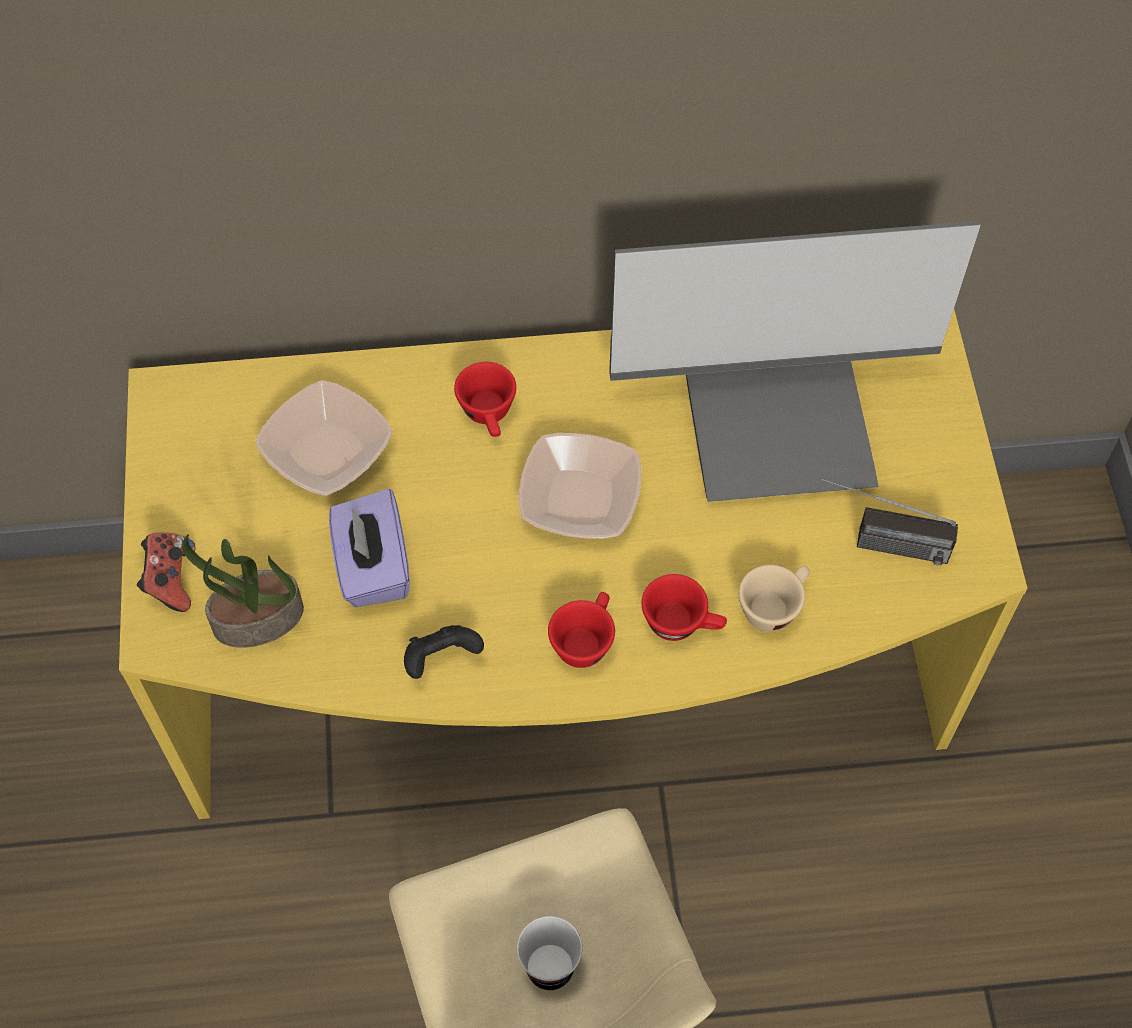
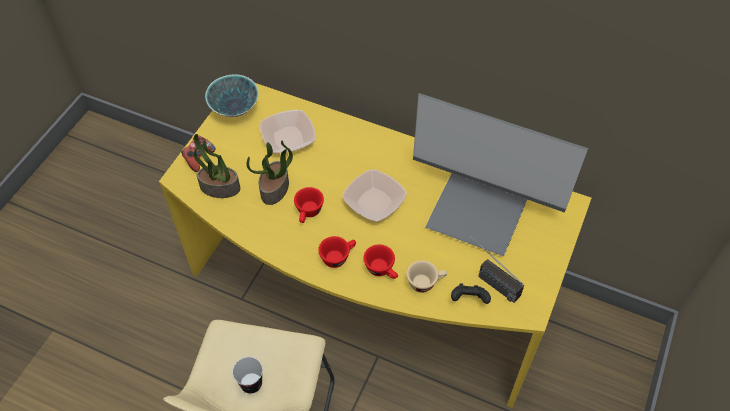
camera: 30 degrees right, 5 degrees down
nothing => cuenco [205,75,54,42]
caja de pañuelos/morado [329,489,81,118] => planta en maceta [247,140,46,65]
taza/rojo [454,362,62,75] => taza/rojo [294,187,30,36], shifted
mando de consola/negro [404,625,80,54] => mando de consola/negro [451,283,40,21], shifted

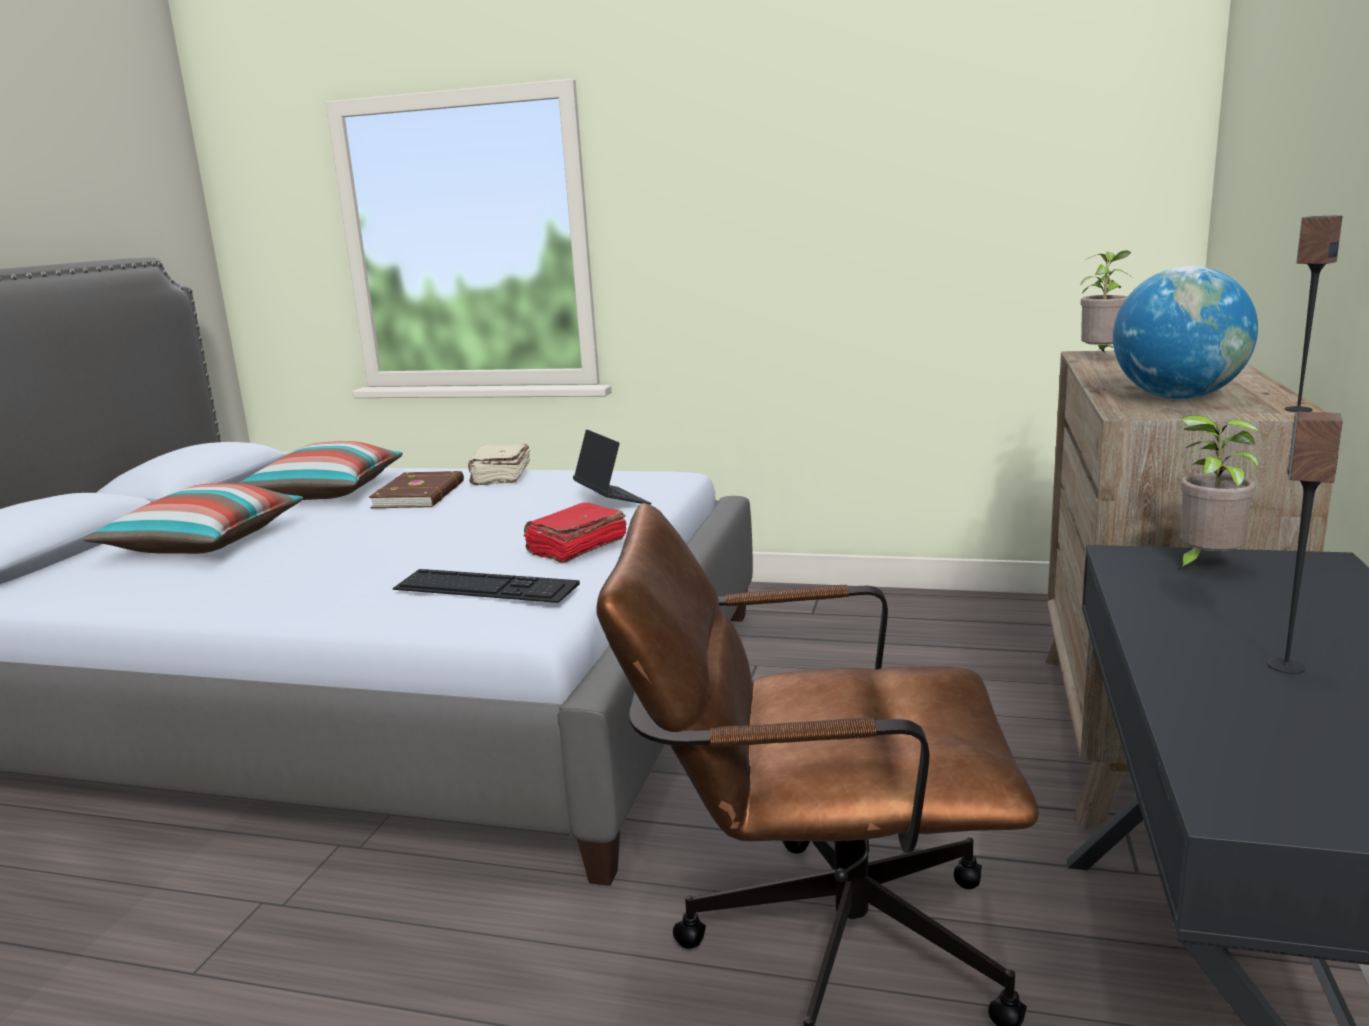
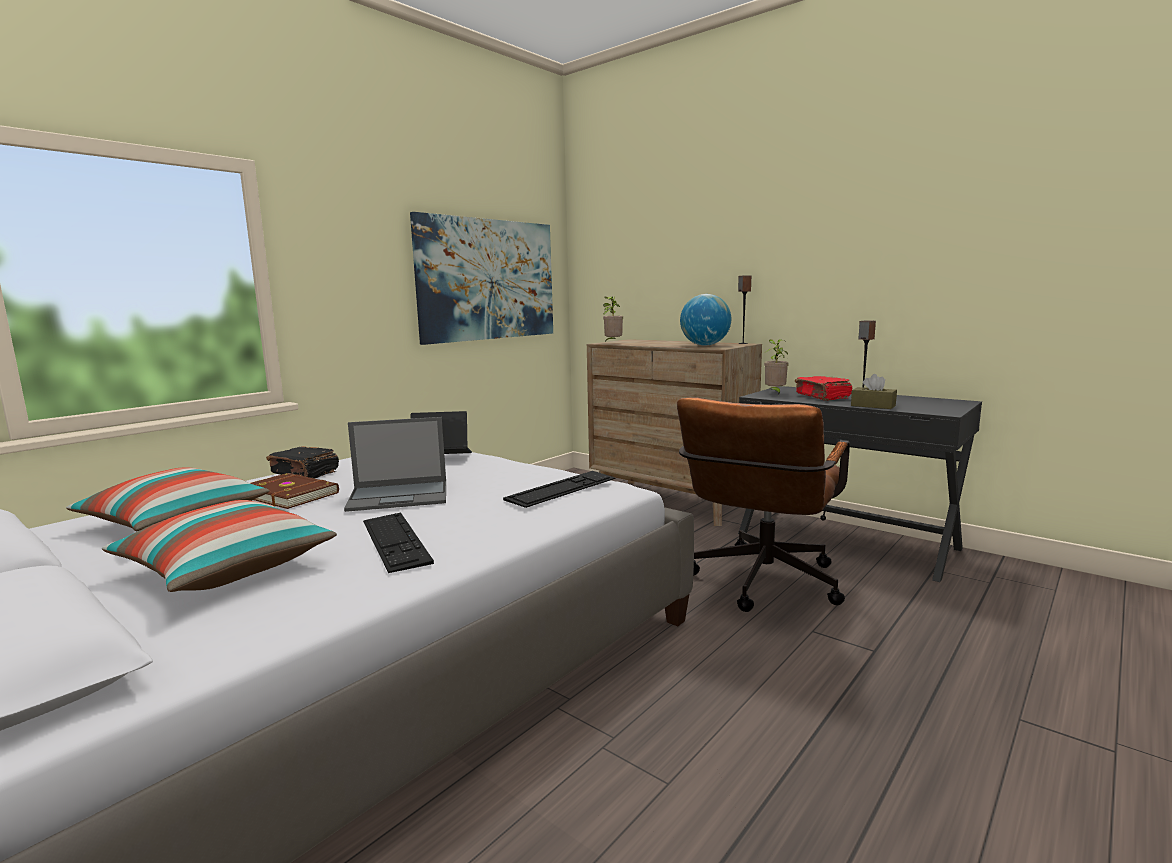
camera: 65 degrees left, 5 degrees down
libro/beis [468,444,62,41] => libro/negro [266,446,73,33]
nothing => portátil [344,417,102,95]
nothing => teclado [363,512,71,61]
nothing => cuadro [410,212,143,133]
libro/rojo [524,503,103,60] => libro/rojo [795,376,57,25], shifted
nothing => caja de pañuelos/marrón [851,374,46,35]

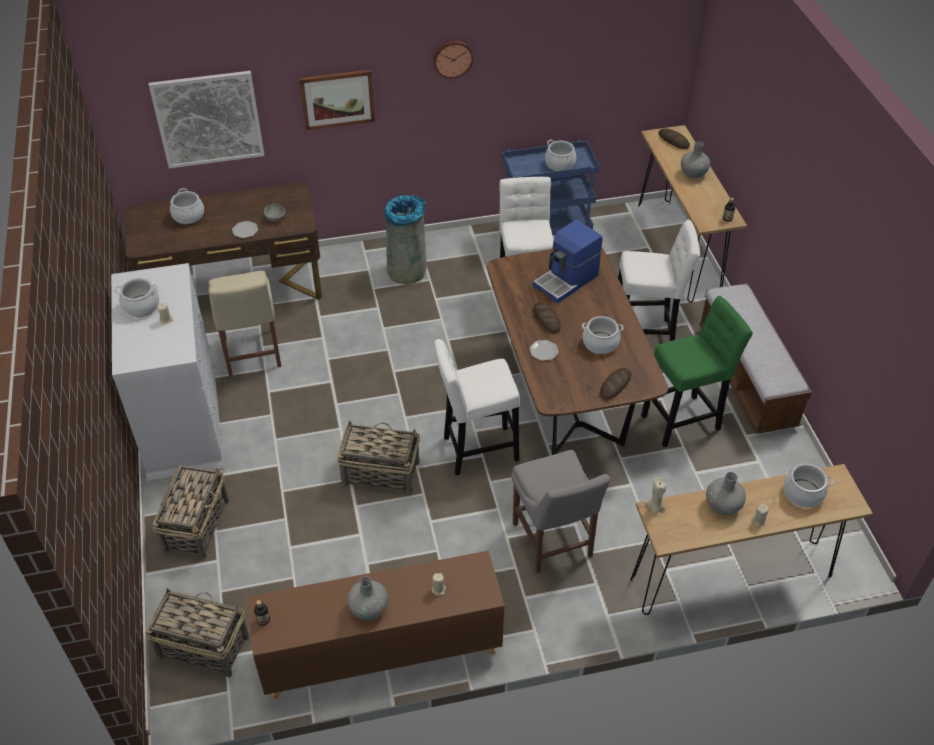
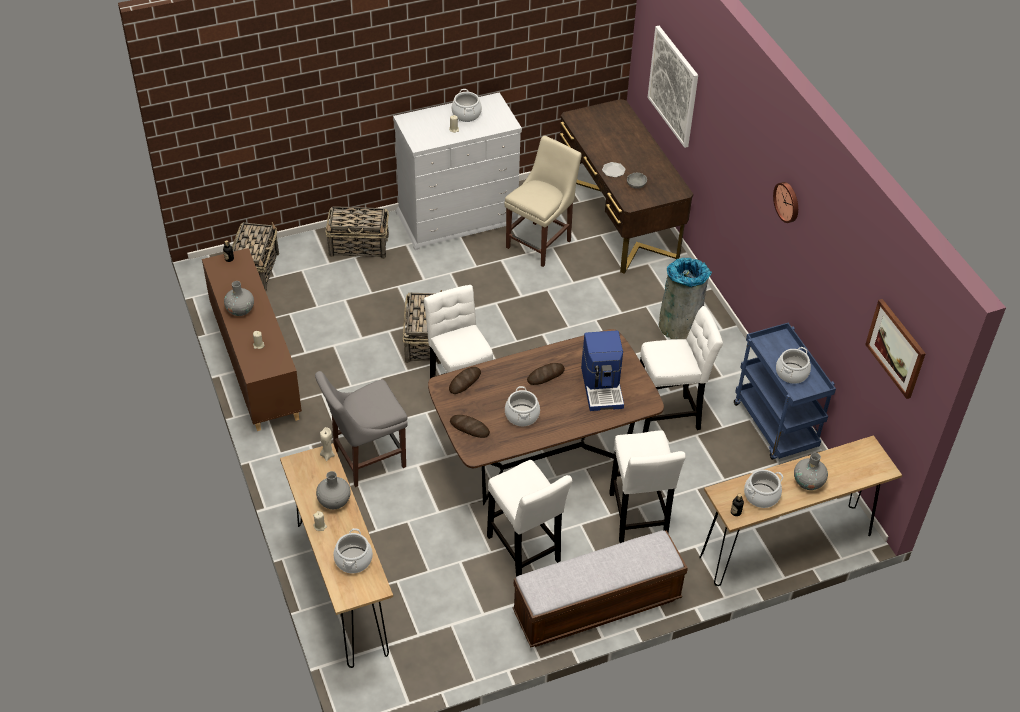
camera: 80 degrees right, 0 degrees up
pan [659,129,31,20] => pan [449,367,32,27], shifted
taburete/verde [641,296,112,151] => taburete/blanco [487,460,86,117]
silla/beis [208,271,73,105] => silla/beis [504,136,78,131], 150 degrees clockwise
cafetera [533,220,70,84] => cafetera [581,330,43,81], 135 degrees counterclockwise
olla [170,188,34,36] => olla [744,470,40,38], shifted
cuadro [299,70,76,61] => cuadro [865,299,61,100], shifted
plato [529,340,30,21] => nothing

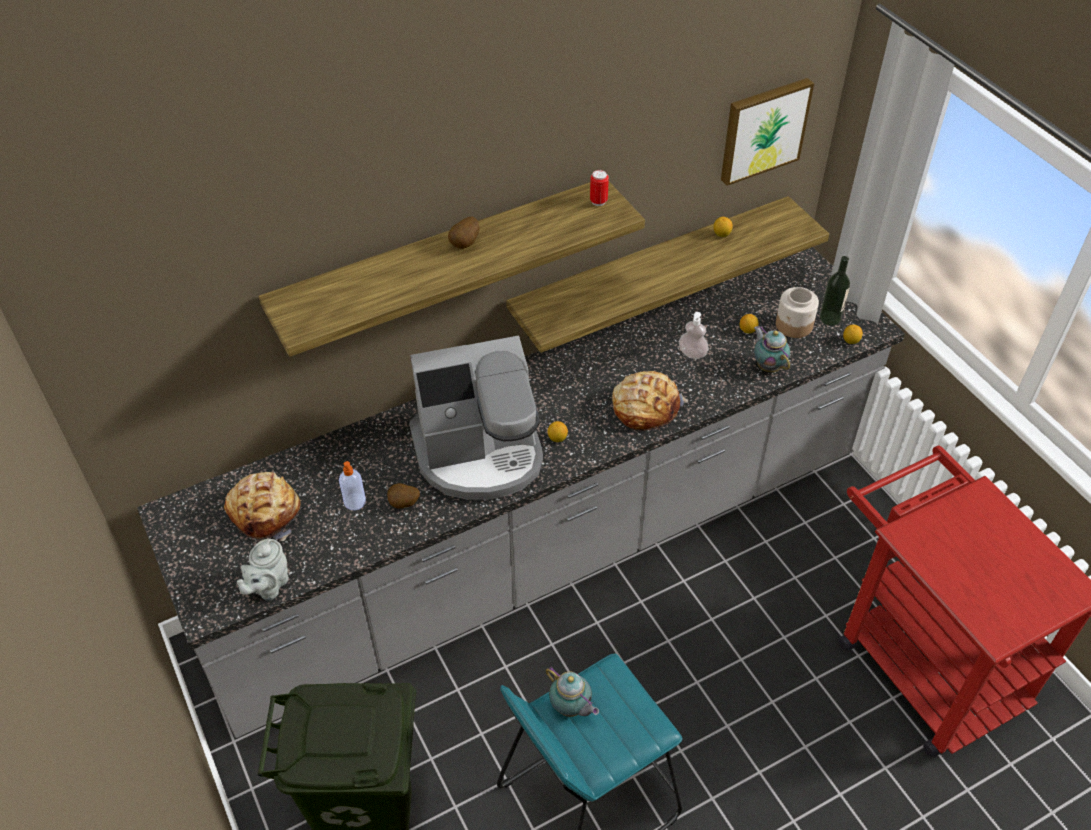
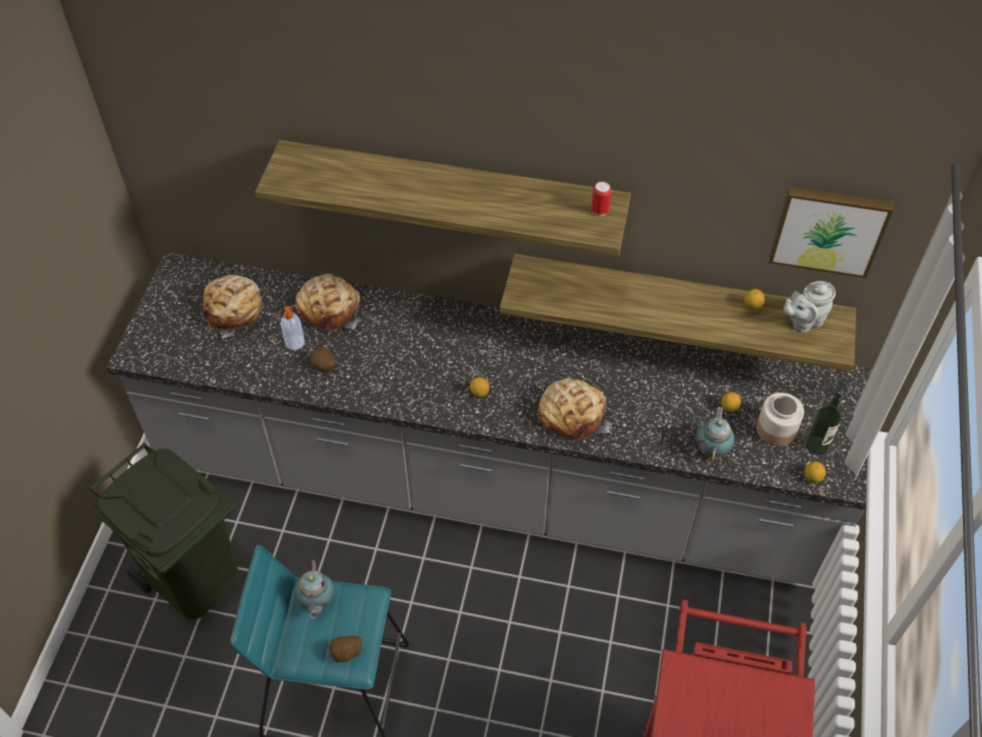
camera: 40 degrees right, 5 degrees up
nothing => pan [295,274,65,57]
patata [448,216,32,33] => patata [329,636,33,26], shifted
tetera/gris [237,539,52,61] => tetera/gris [783,281,53,52], shifted
cafetera [409,336,134,164] => nothing
dispensador de jabón [679,312,30,47] => nothing

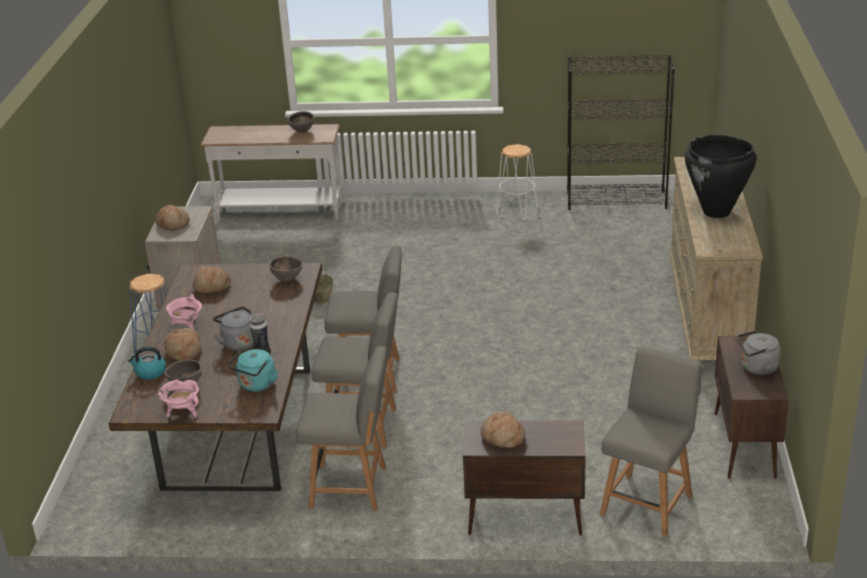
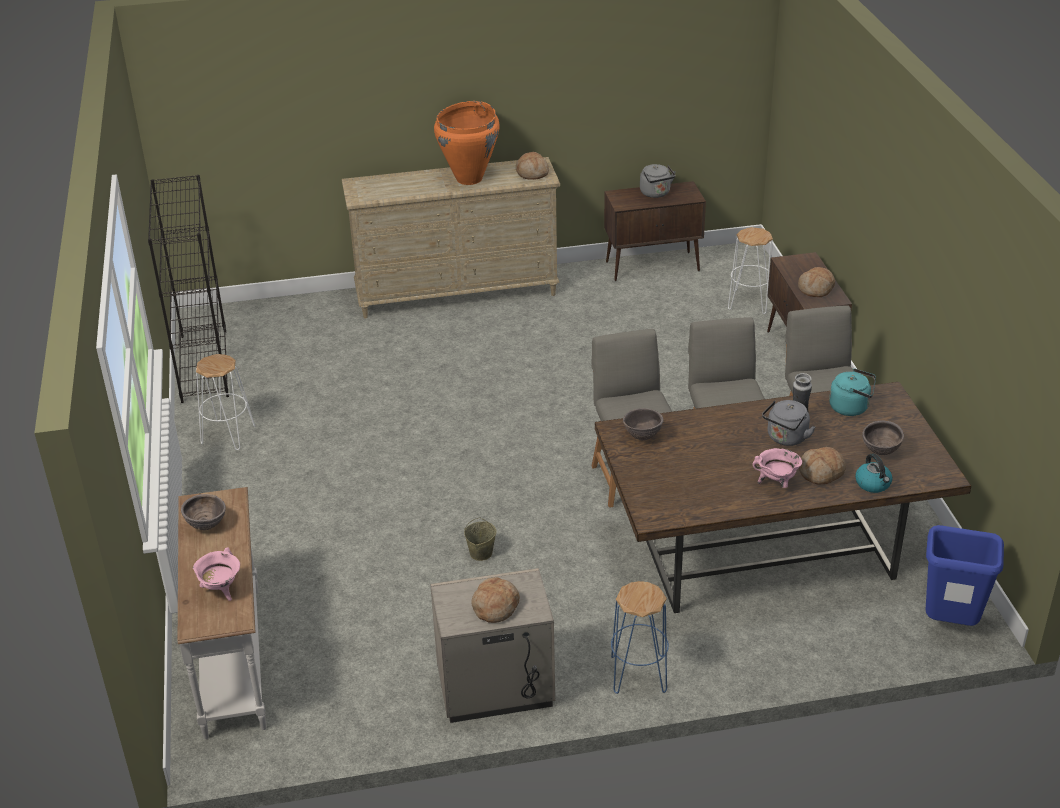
camera: 105 degrees left, 5 degrees up
olla/rosa [158,379,41,39] => olla/rosa [193,547,47,54], shifted
florero/negro [685,135,72,83] => florero/naranja [434,101,66,84]
pan [193,267,38,27] => pan [516,152,33,28], shifted
silla/gris [600,347,102,190] => taburete/blanco [728,227,45,87]
nothing => papelera/azul [925,525,79,101]

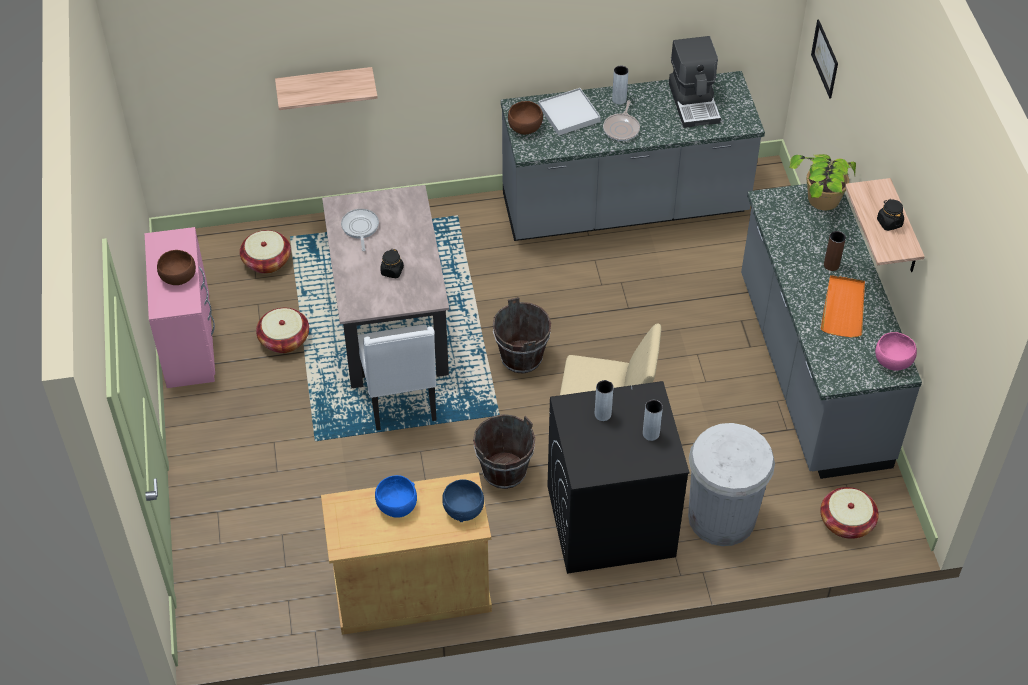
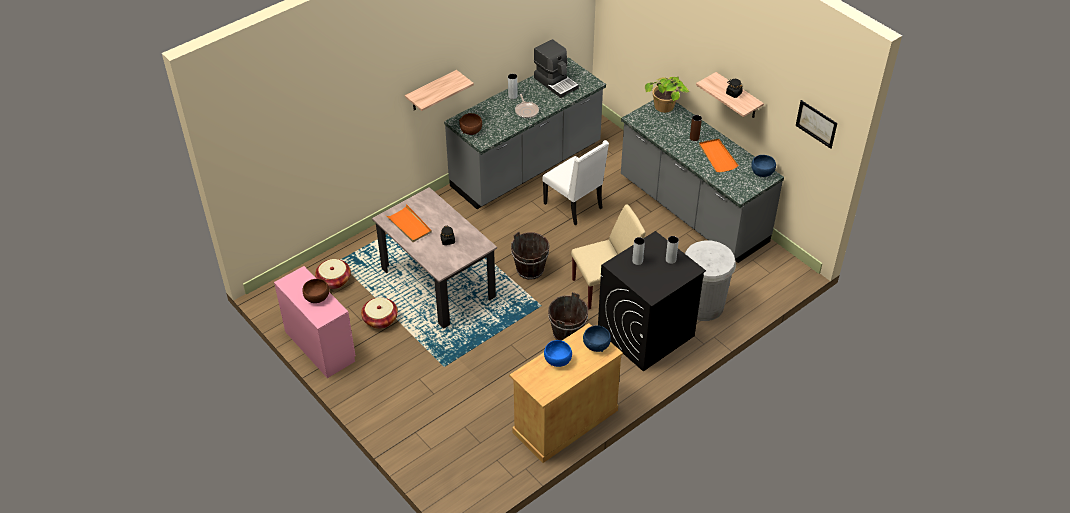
camera: 30 degrees left, 5 degrees down
sartén [341,209,38,42] => bandeja/naranja [386,204,46,38]
estante [275,67,103,43] => estante [405,70,69,41], shifted
silla/blanco [358,325,79,106] => silla/blanco [542,140,67,86], shifted
cuenco/rosa [875,332,42,39] => cuenco/azul [751,155,25,22]
cuadro [811,20,27,79] => cuadro [796,100,41,49], shifted
bandeja/blanco [539,88,62,48] => nothing
cesta [820,487,59,52] => nothing

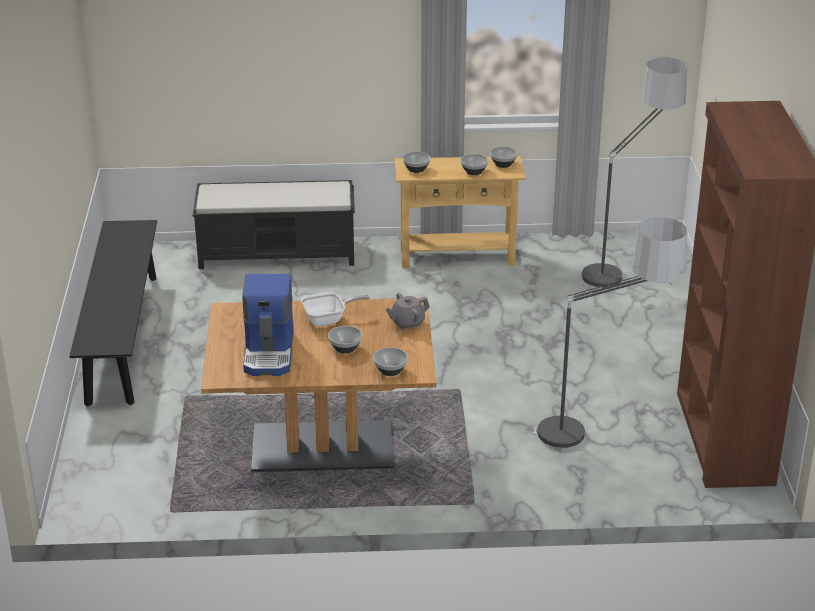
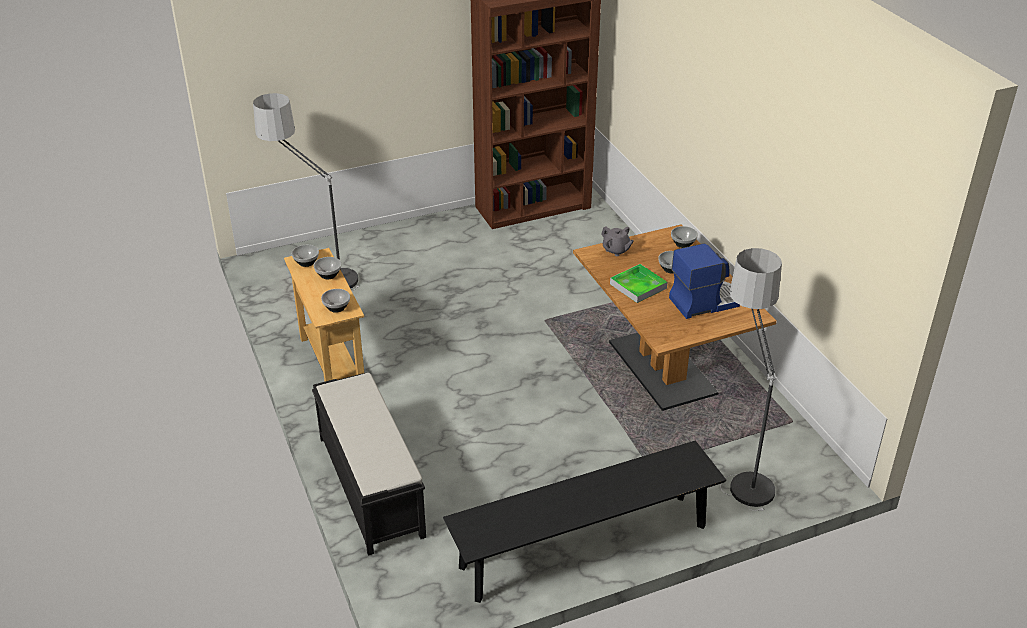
camera: 110 degrees left, 5 degrees up
sartén [301,292,69,34] => bandeja [610,264,57,39]
lámpara de pie [533,217,154,232] => lámpara de pie [720,248,62,263], shifted

